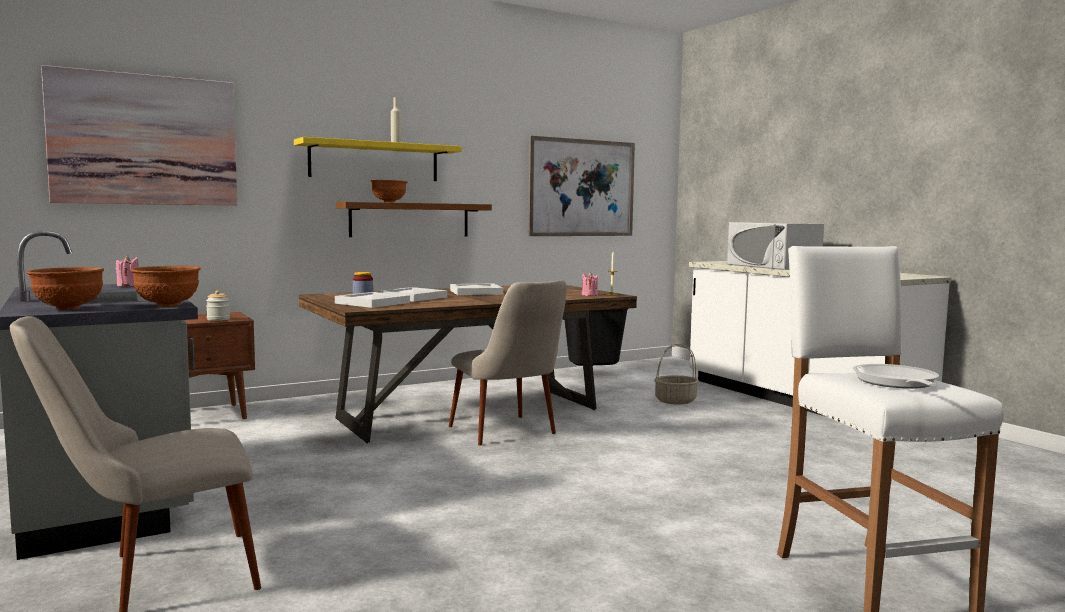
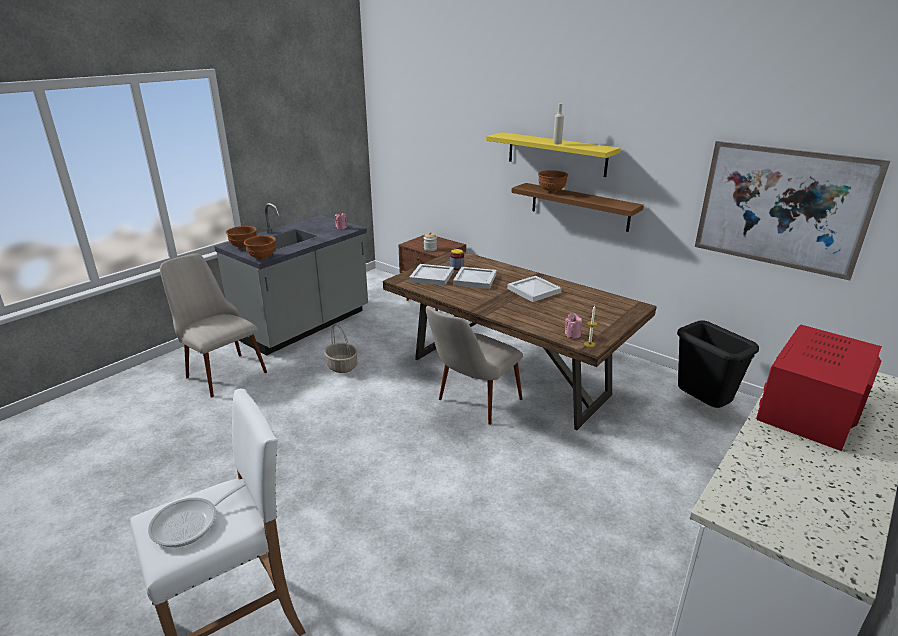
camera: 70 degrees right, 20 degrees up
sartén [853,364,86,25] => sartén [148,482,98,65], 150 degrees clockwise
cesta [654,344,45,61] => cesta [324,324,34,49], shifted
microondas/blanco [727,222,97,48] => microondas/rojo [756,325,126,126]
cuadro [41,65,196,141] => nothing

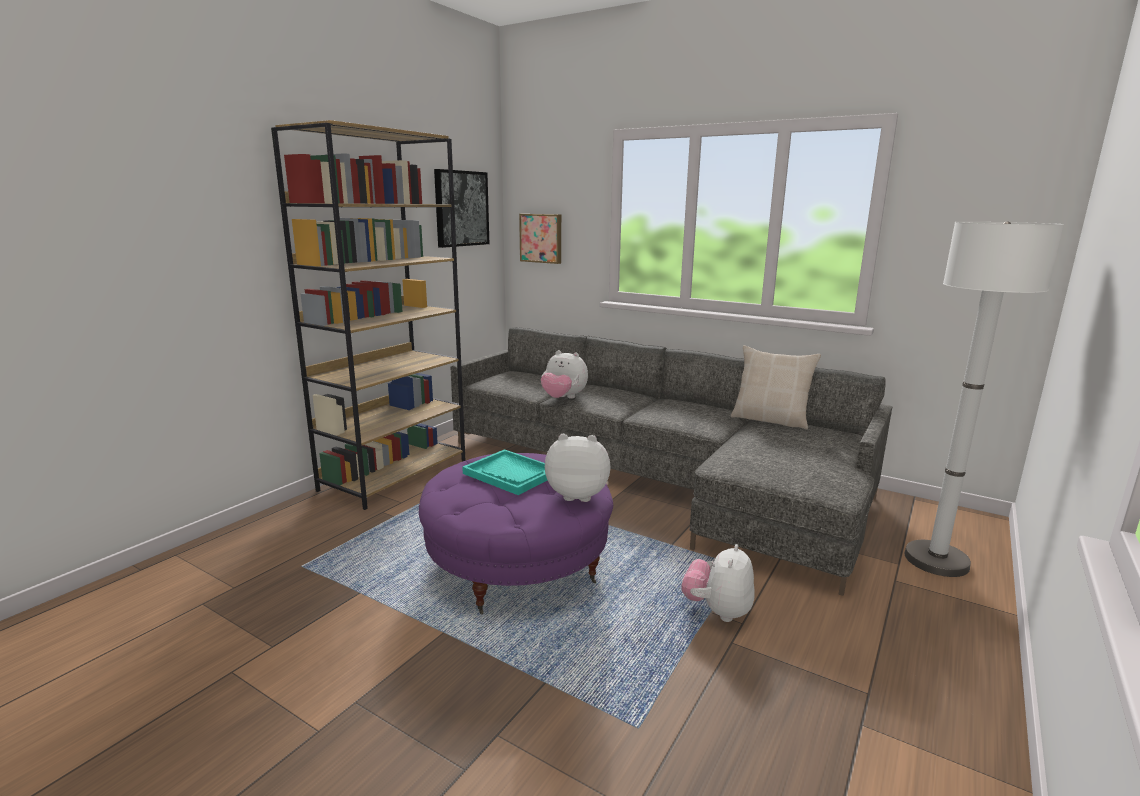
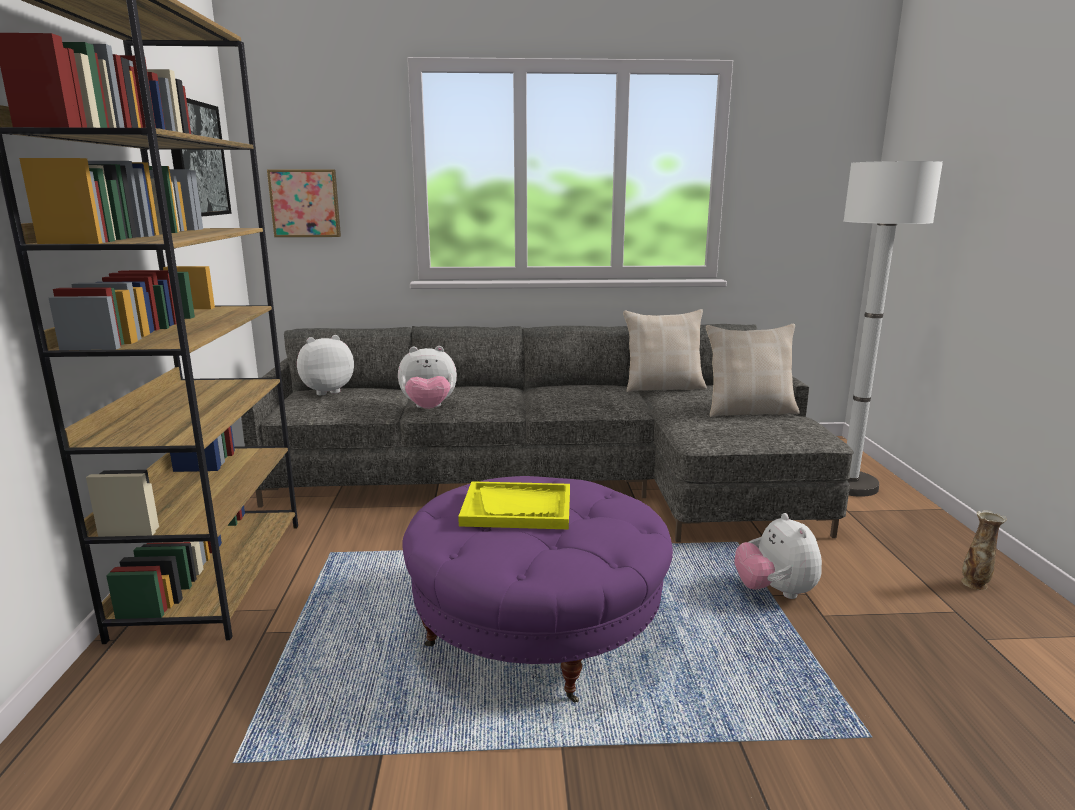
camera: 35 degrees left, 0 degrees up
peluche [545,434,66,68] => peluche [297,335,57,60], shifted
bandeja/turquesa [462,449,86,46] => bandeja/amarillo [458,481,112,48]
nothing => cojín/beis [706,324,94,93]
nothing => florero [961,510,46,80]

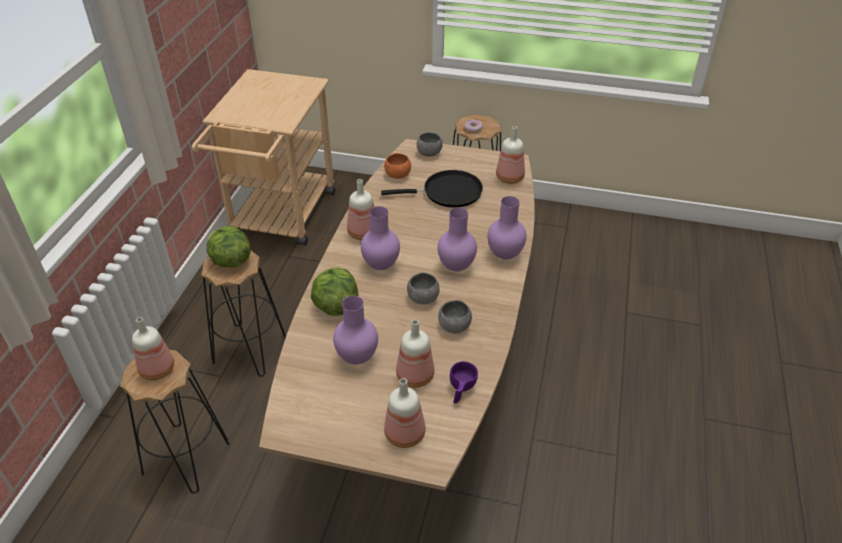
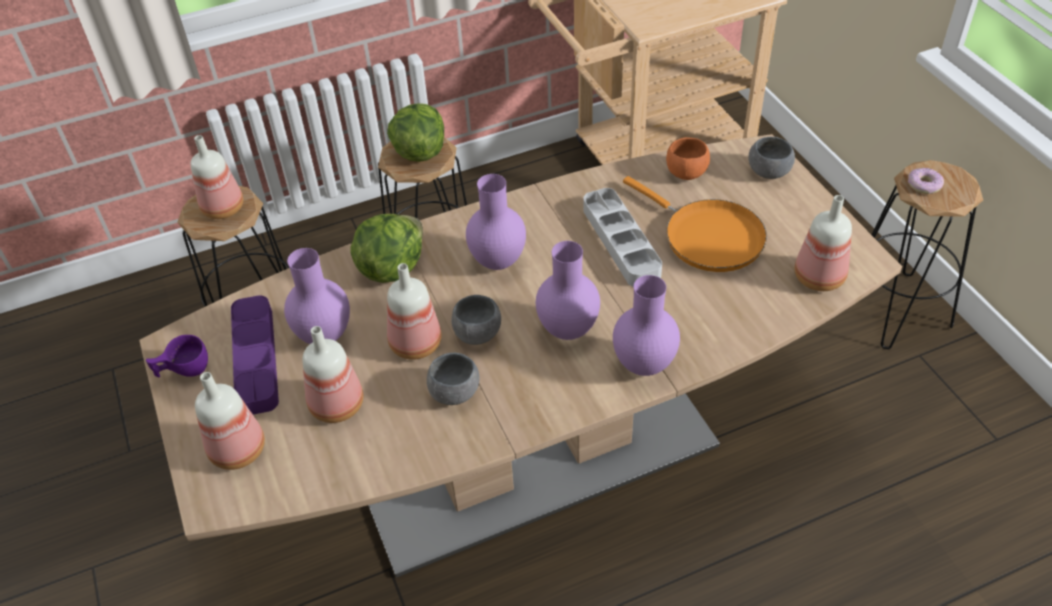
camera: 55 degrees right, 5 degrees up
taza/morado [450,361,28,43] => taza/morado [146,335,62,42], shifted
nothing => bandeja/morado [231,295,48,120]
botella [347,179,27,61] => botella [387,263,55,97], shifted
nothing => bandeja/gris [583,188,79,99]
sartén/negro [381,170,102,38] => sartén/naranja [623,176,144,96]

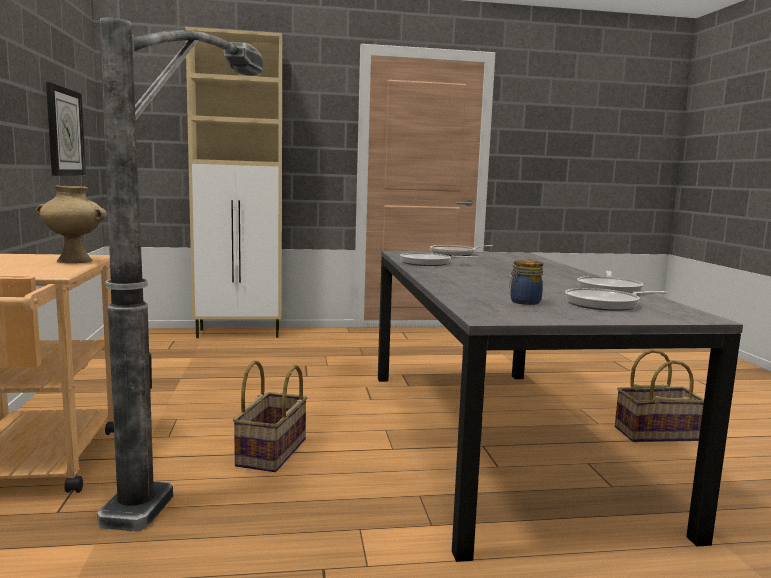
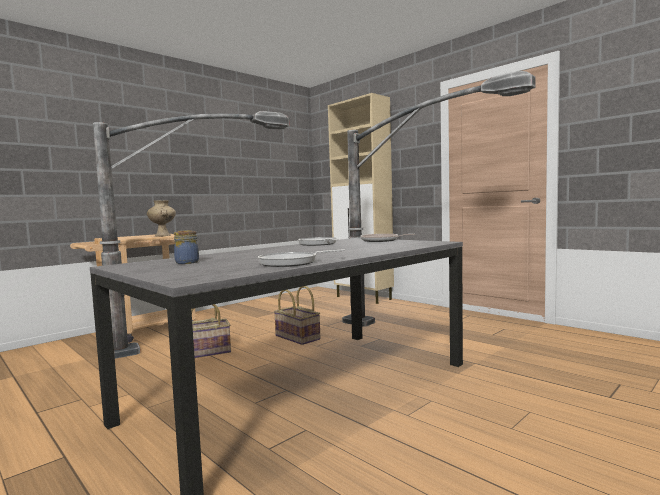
camera: 55 degrees right, 5 degrees down
cesta [615,349,89,93] => cesta [274,286,47,59], shifted
nothing => lámpara de pie [342,71,193,256]
reloj de pared [46,82,40,94] => nothing
sartén [565,288,103,23] => nothing

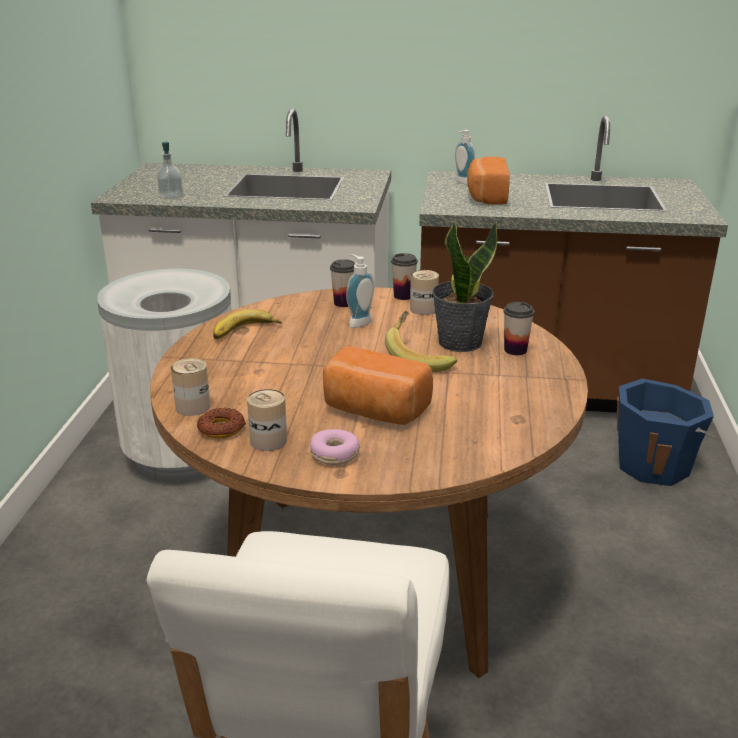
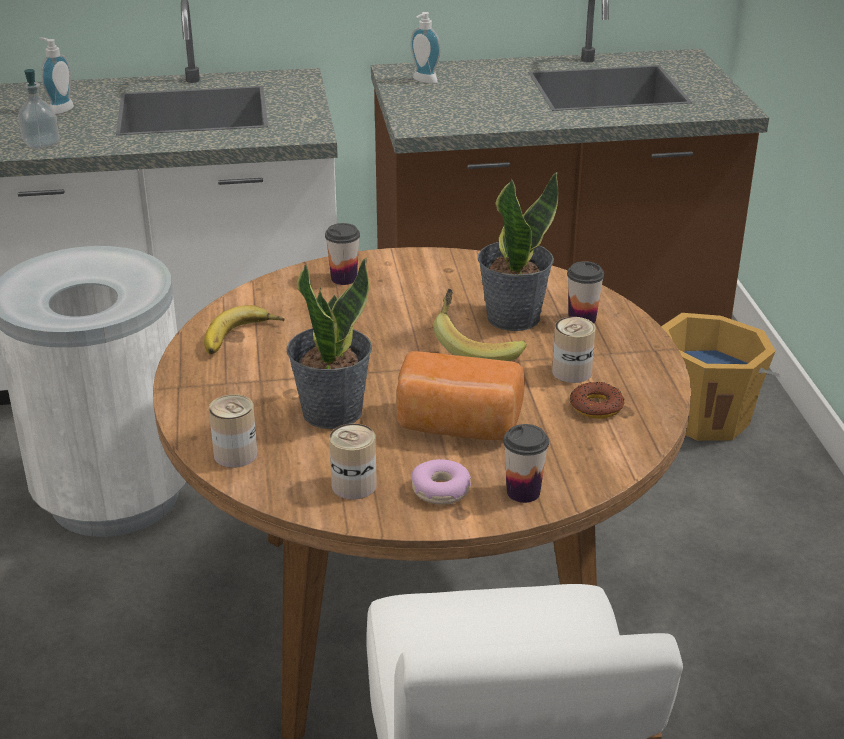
camera: 15 degrees left, 5 degrees up
dispensador de jabón [346,254,28,74] => dispensador de jabón [39,38,35,77], shifted
nothing => planta en maceta [287,257,85,172]
taza [391,253,27,47] => taza [503,424,46,79], shifted
lata [410,270,29,45] => lata [552,317,44,66], shifted
rosquilla [197,408,49,31] => rosquilla [570,382,54,37], shifted
cubo/azul [617,378,97,108] => cubo/naranja [661,313,119,128]
pan [467,157,43,48] => nothing

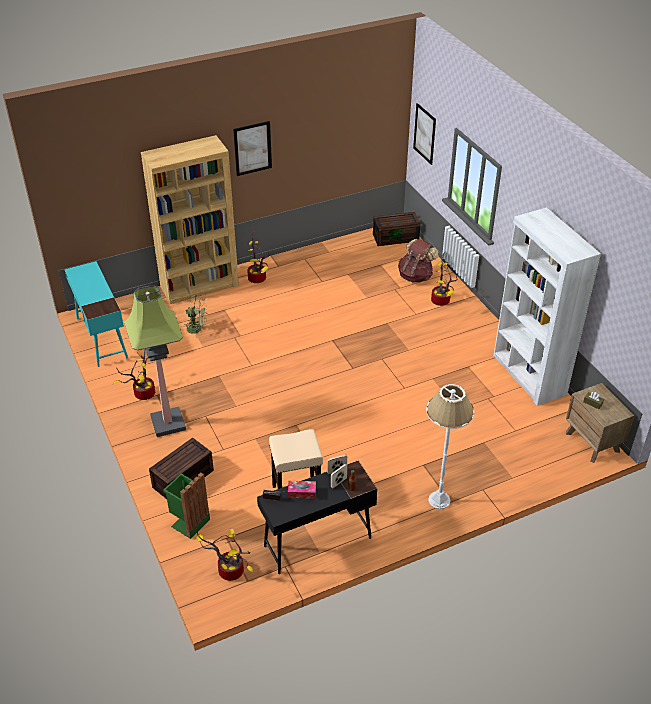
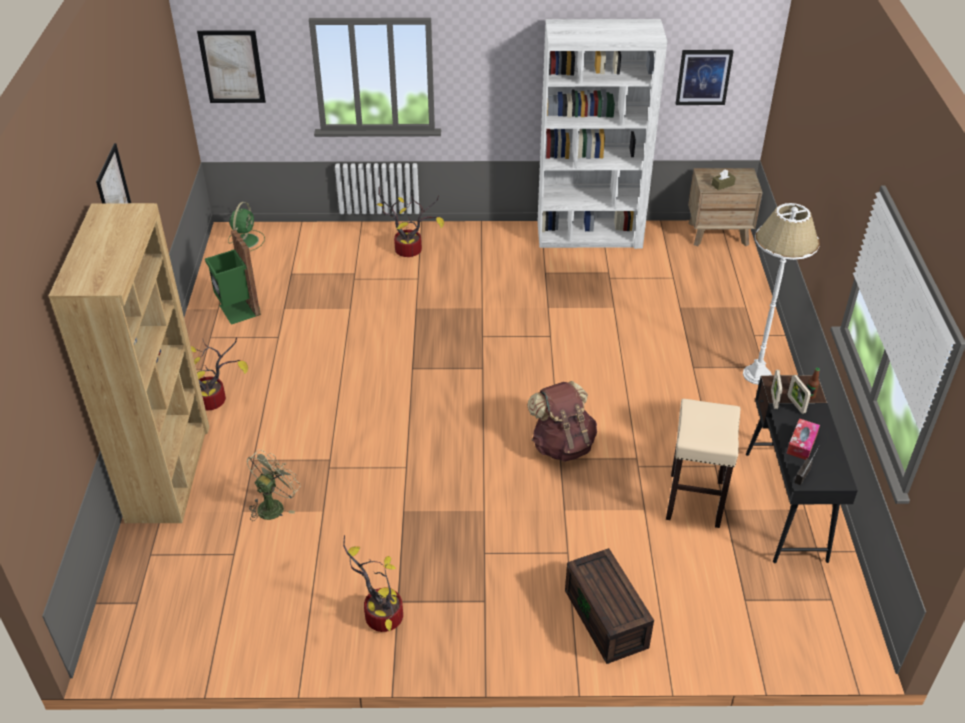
camera: 65 degrees left, 0 degrees up
papelera/verde [163,472,47,67] => papelera/verde [205,230,56,95], shifted
caja de almacenaje/marrón [373,212,48,34] => ventilador/verde [228,202,37,49]
mochila/marrón [398,239,41,44] => mochila/marrón [528,381,69,81], shifted
nothing => cuadro [676,50,58,55]
escritorio/turquesa [64,261,64,106] => nothing
lámpara de pie [124,285,62,152] => nothing
planta en maceta [196,529,57,52] => nothing

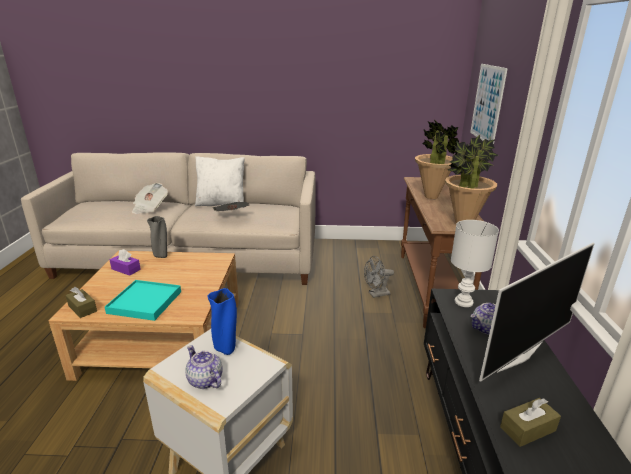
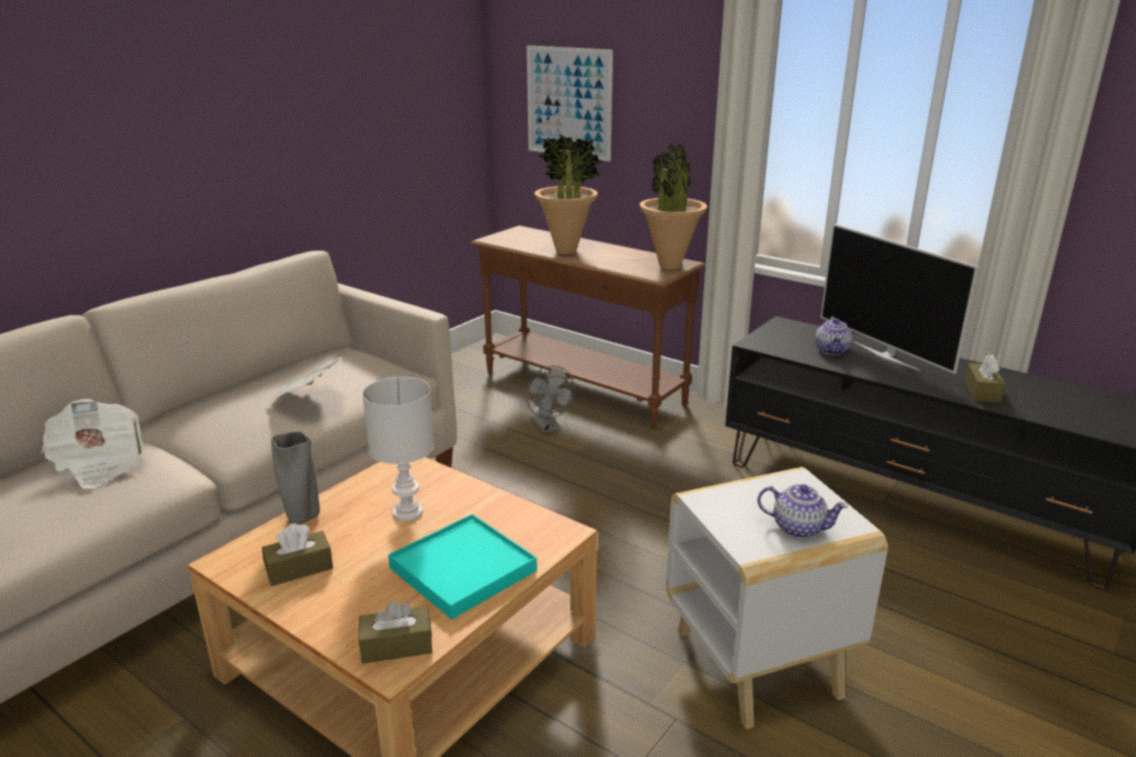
camera: 55 degrees left, 0 degrees up
caja de pañuelos/morado [110,249,31,27] => caja de pañuelos/marrón [262,523,71,63]
lámpara de mesa/blanco [451,220,48,87] => lámpara de mesa/blanco [362,377,72,144], shifted
ventilador/gris [364,256,30,42] => ventilador/gris [526,366,49,67], 45 degrees counterclockwise
tetera [185,346,38,43] => tetera [757,484,91,54], 150 degrees counterclockwise
televisor [479,243,116,139] => televisor [820,224,159,150], 150 degrees clockwise
cojín/blanco [195,156,50,52] => nothing
florero/azul [207,288,30,67] => nothing

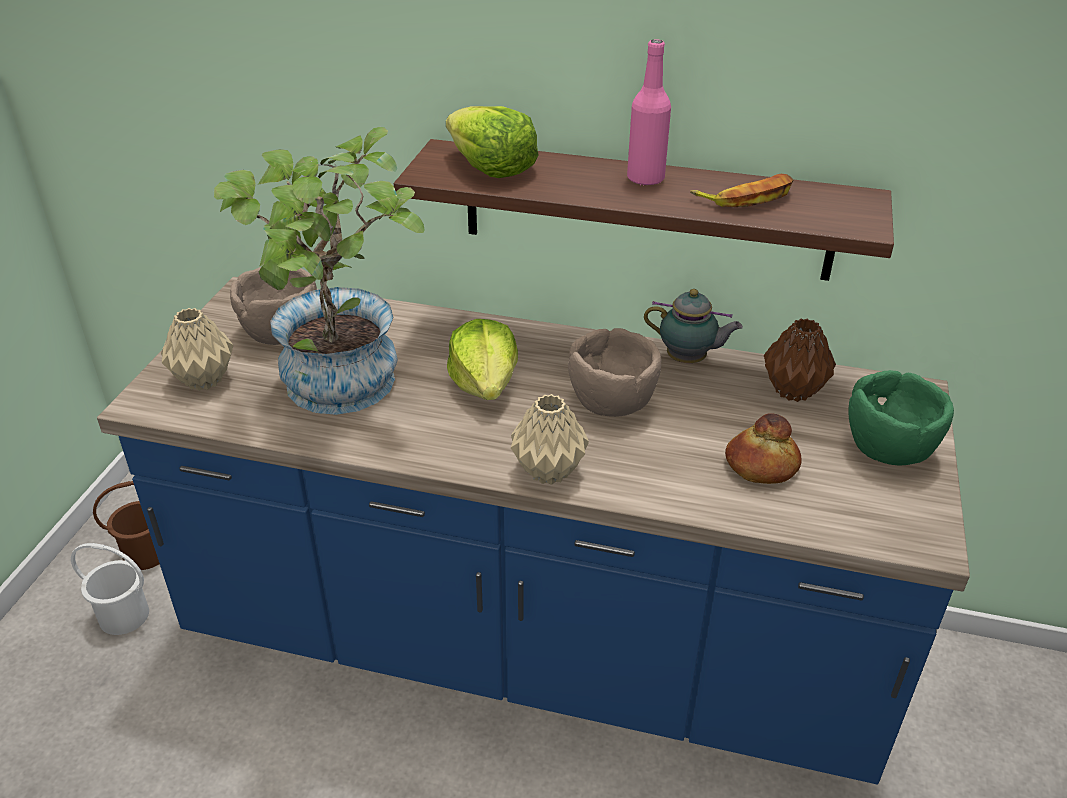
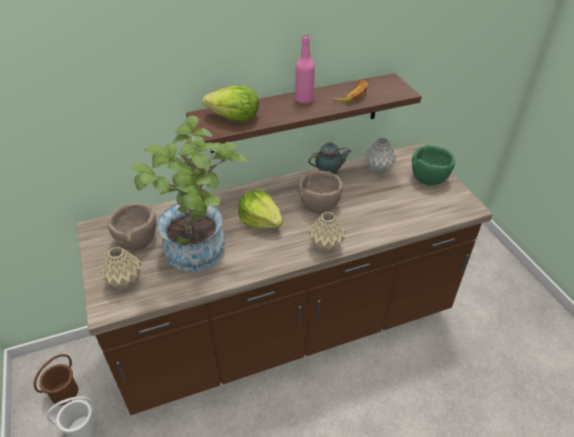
camera: 35 degrees left, 5 degrees up
mueble bajo de cocina/azul [97,277,873,507] => mueble bajo de cocina/marrón [77,143,416,272]
florero/marrón [764,319,72,83] => florero/gris [364,138,32,37]
pan [725,413,77,71] => nothing

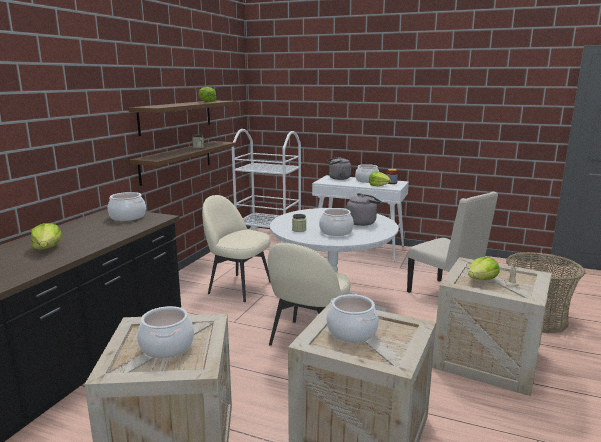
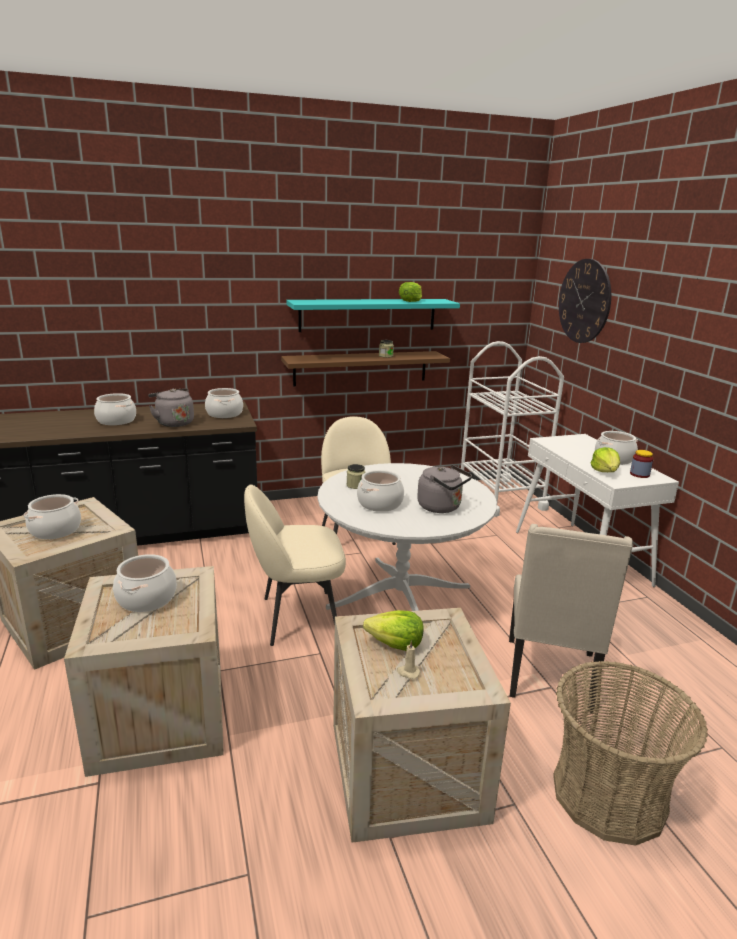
camera: 50 degrees right, 5 degrees up
lechuga [31,223,31,27] => olla [94,393,42,32]
hervidor/gris [327,157,24,23] => hervidor/gris [148,388,46,39], shifted
estante/marrón [129,101,107,35] => estante/turquesa [286,299,174,33]
nothing => reloj de pared [559,259,52,84]

